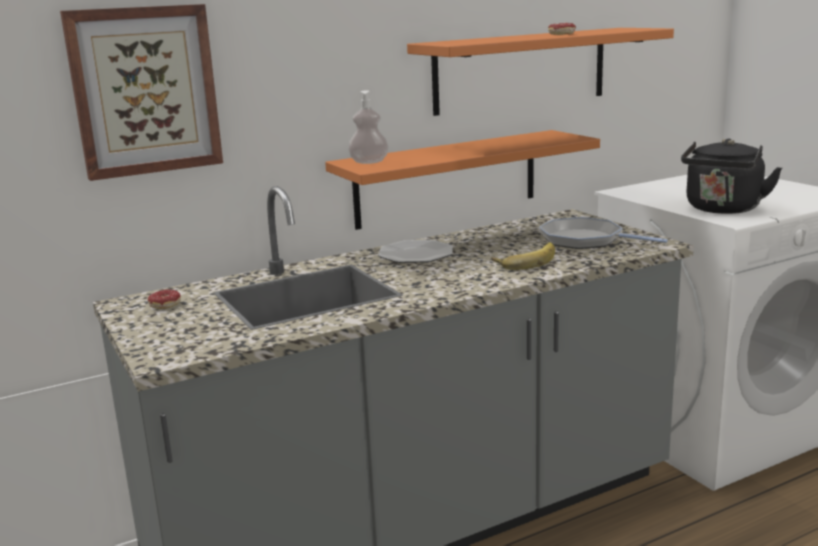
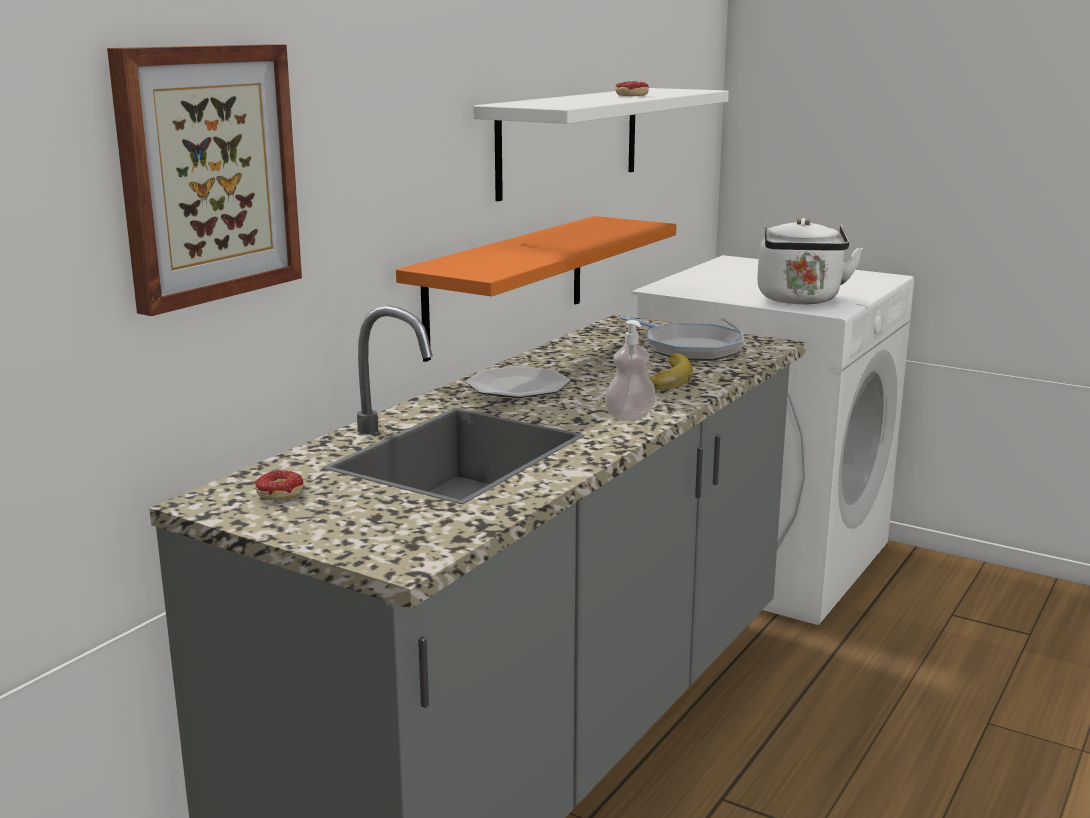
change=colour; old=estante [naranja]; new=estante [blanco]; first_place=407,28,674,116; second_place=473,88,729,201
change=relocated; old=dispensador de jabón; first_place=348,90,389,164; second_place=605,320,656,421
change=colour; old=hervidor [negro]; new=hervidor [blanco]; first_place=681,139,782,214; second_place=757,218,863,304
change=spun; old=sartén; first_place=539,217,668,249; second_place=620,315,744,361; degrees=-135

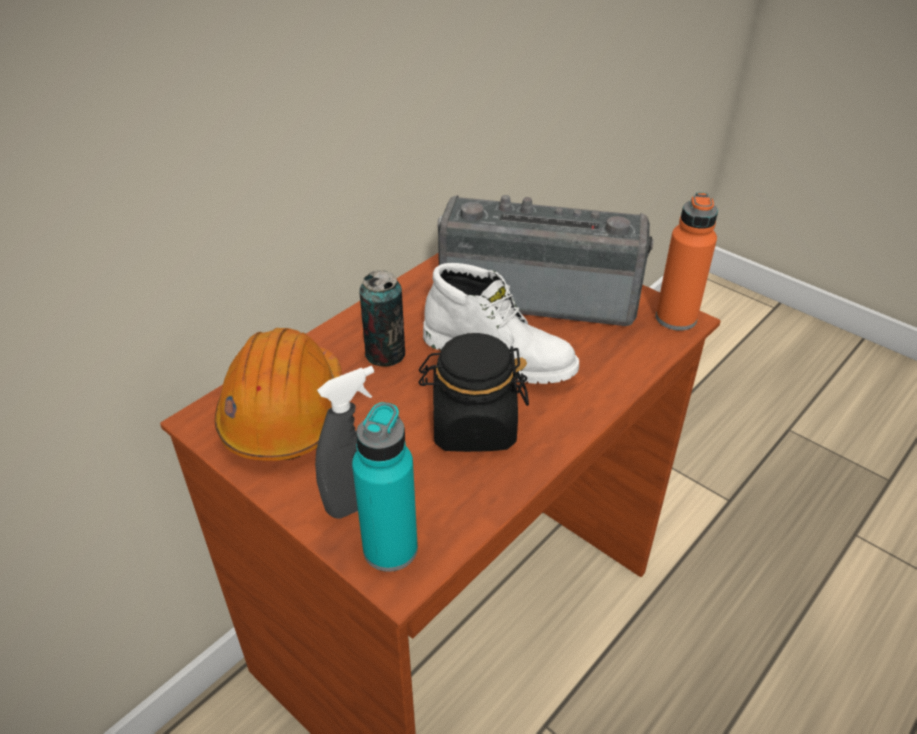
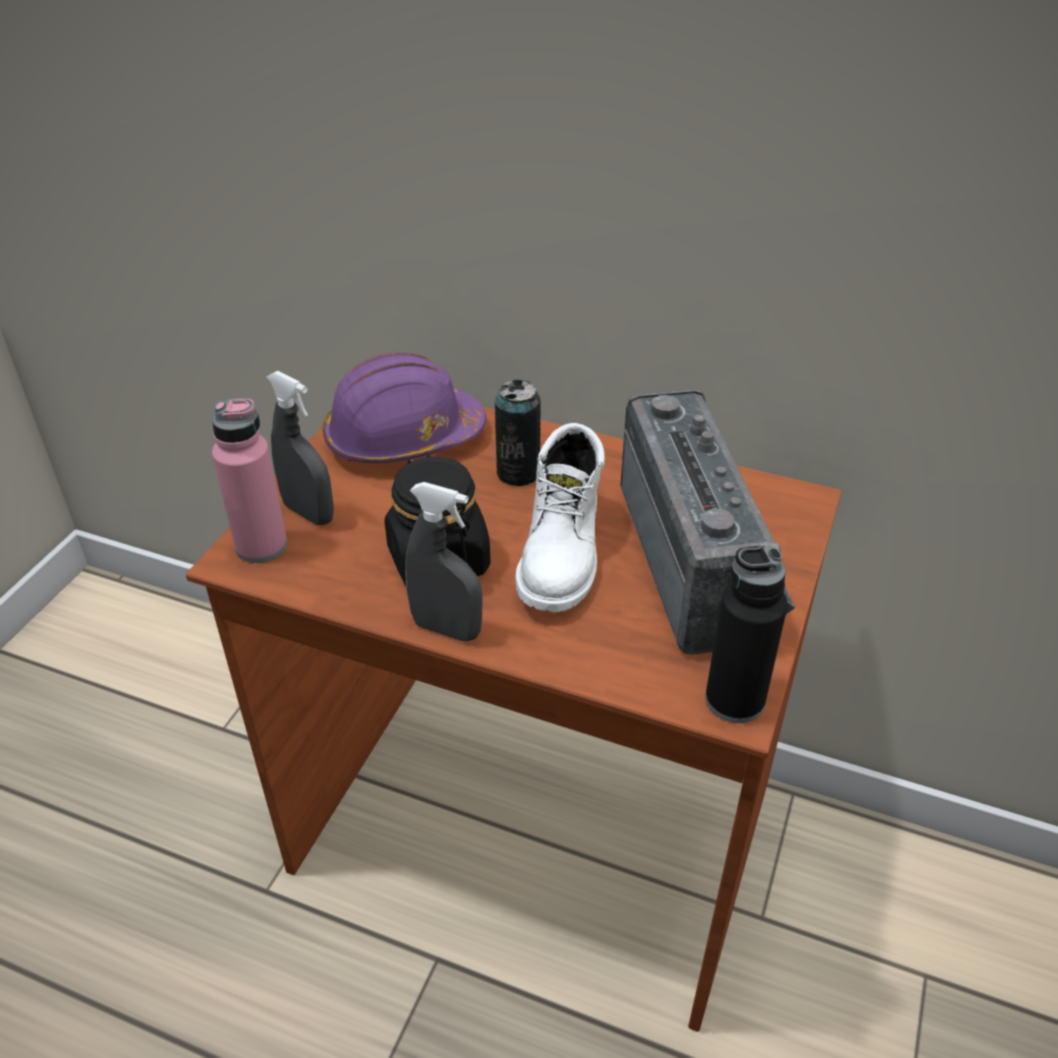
change=colour; old=botella [naranja]; new=botella [negro]; first_place=656,192,718,331; second_place=705,546,788,723
change=colour; old=casco [naranja]; new=casco [morado]; first_place=214,328,342,461; second_place=323,352,486,463
change=colour; old=botella [turquesa]; new=botella [rosa]; first_place=352,402,418,572; second_place=212,399,287,563
change=appeared; new=pulverizador [gris]; second_place=405,482,482,642

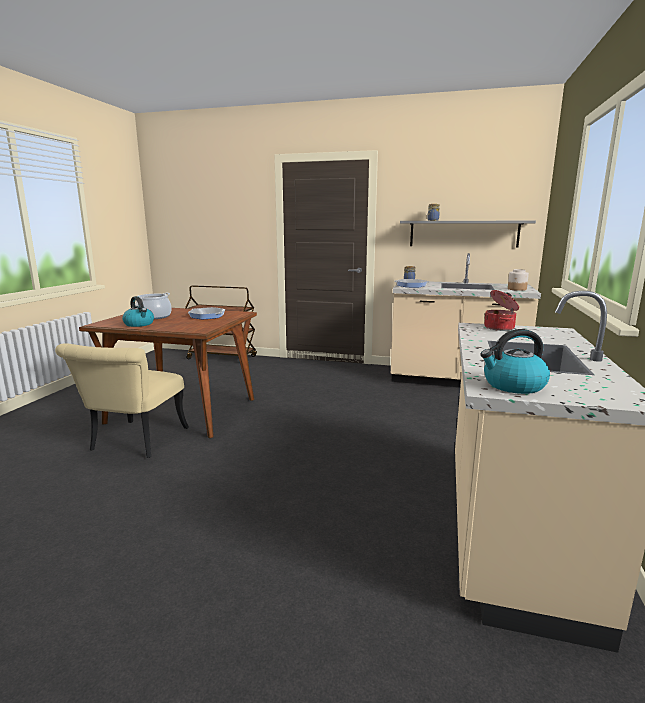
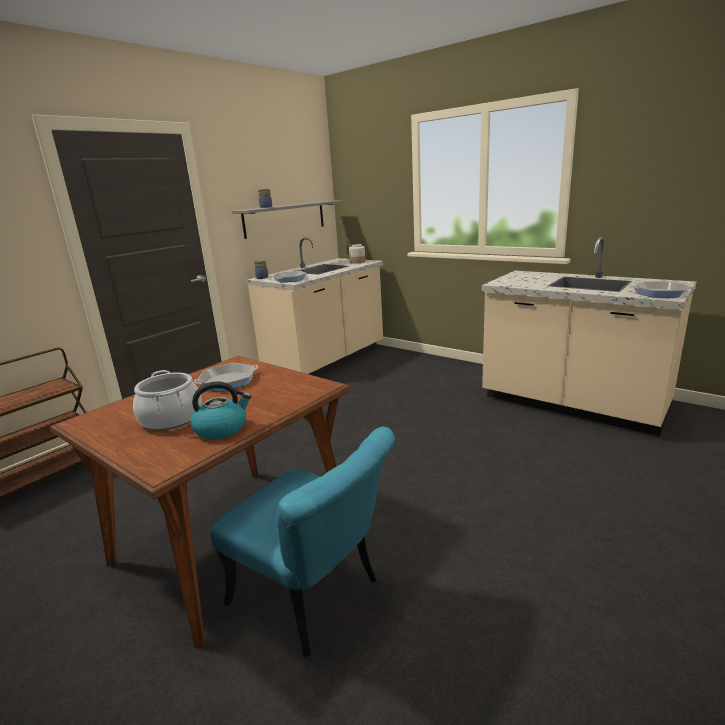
change=missing; old=olla; first_place=484,290,519,331
change=exchanged; old=hervidor; new=sartén; first_place=481,329,550,394; second_place=631,281,692,298
change=colour; old=silla [beis]; new=silla [turquesa]; first_place=55,343,189,458; second_place=210,427,395,657

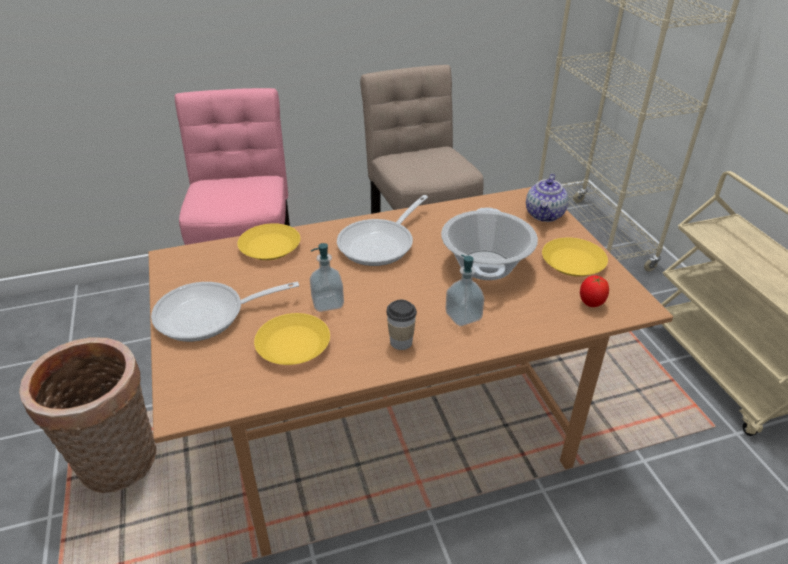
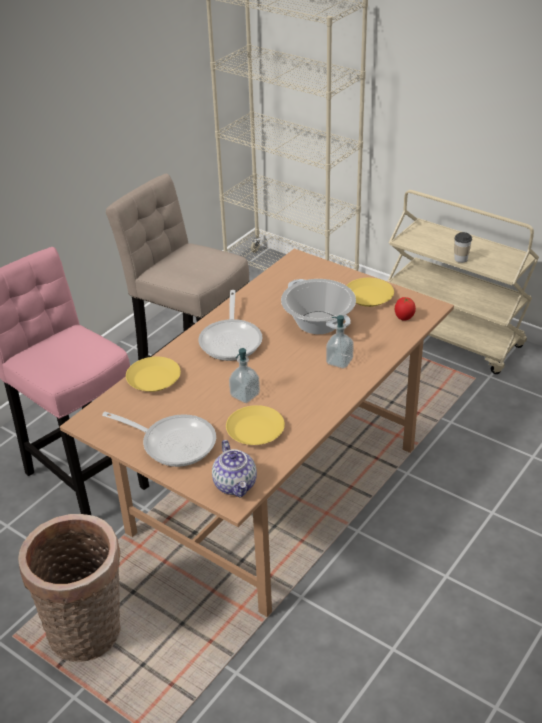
change=relocated; old=tetera; first_place=526,174,568,222; second_place=212,440,257,498
change=spun; old=sartén; first_place=151,281,299,342; second_place=102,412,216,467; degrees=-105
change=relocated; old=taza; first_place=386,300,417,350; second_place=454,232,472,263

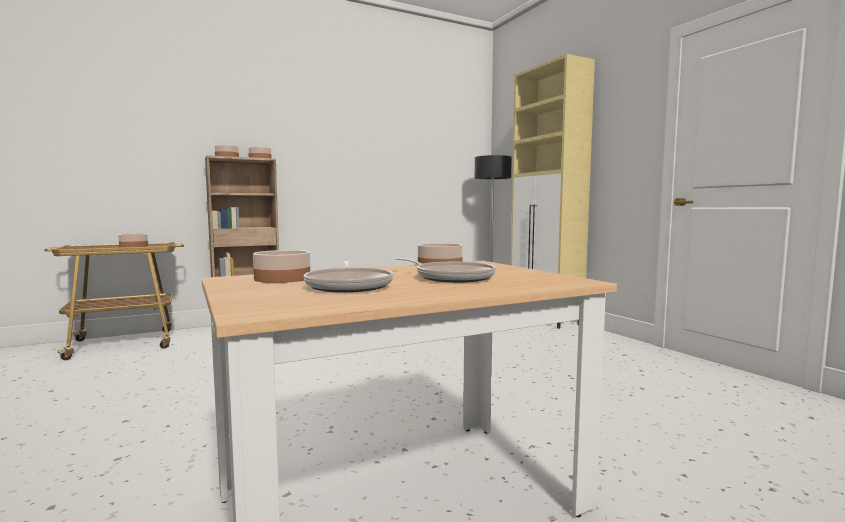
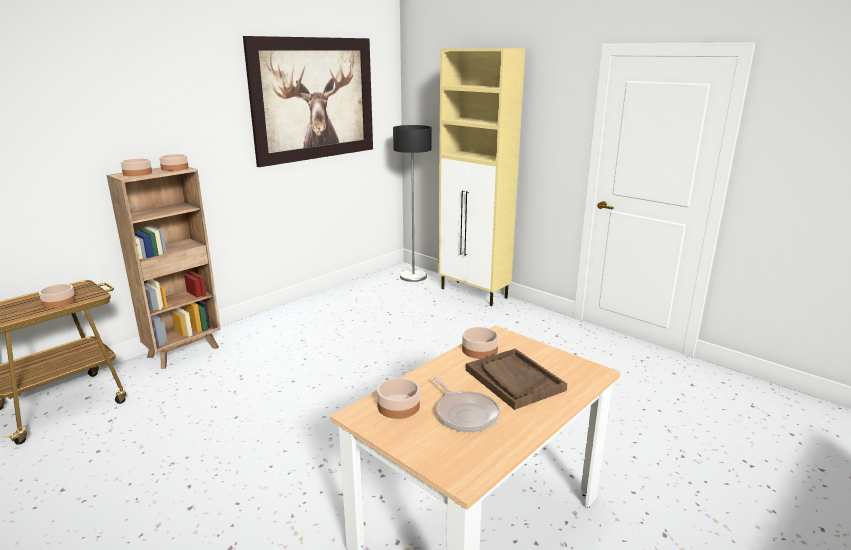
change=exchanged; old=sartén; new=bandeja [marrón]; first_place=396,258,496,283; second_place=466,349,567,410
change=appeared; new=cuadro; second_place=243,36,373,167

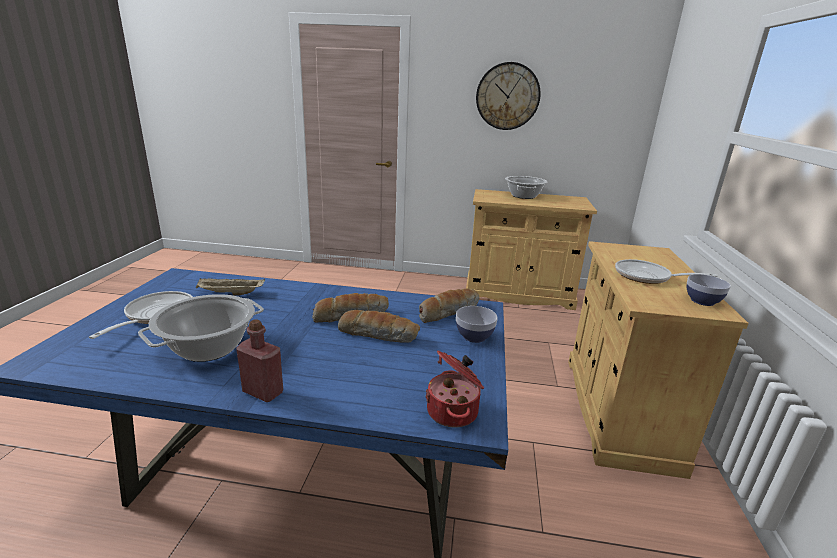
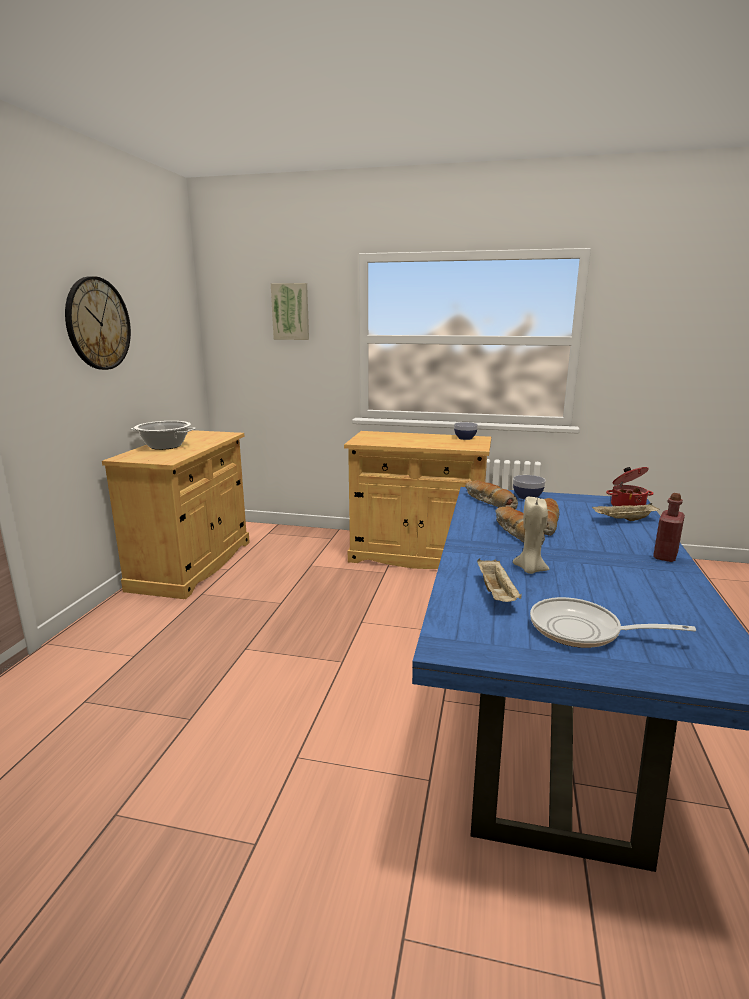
change=missing; old=sartén; first_place=615,259,718,284
change=missing; old=olla; first_place=138,294,264,362
change=appeared; new=cuadro; second_place=271,283,309,340
change=appeared; new=vela [beis]; second_place=513,496,550,574
change=appeared; new=bandeja [beis]; second_place=592,503,659,521

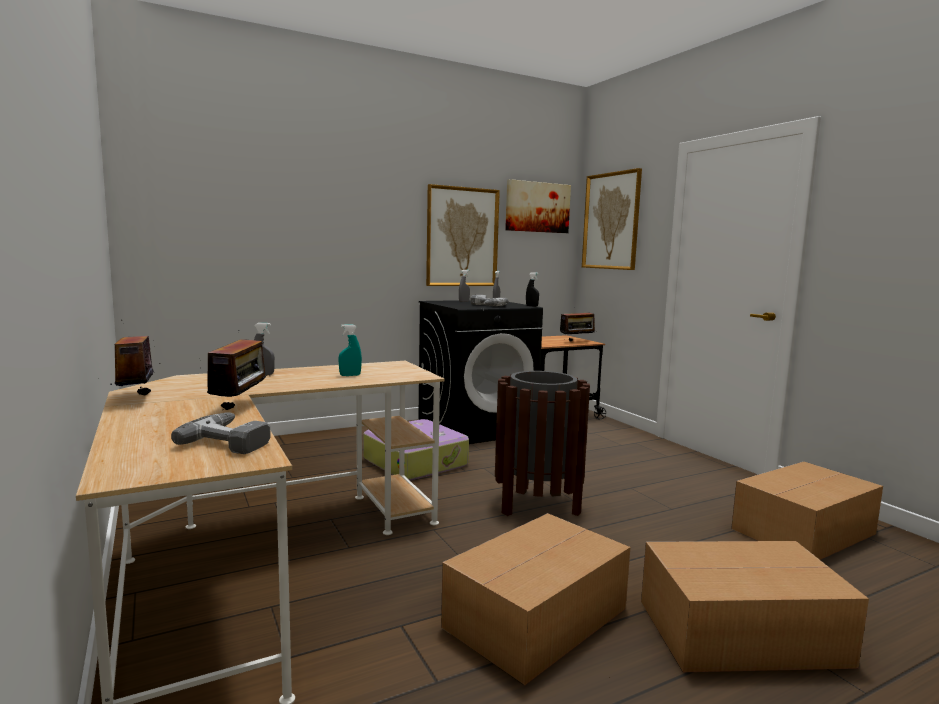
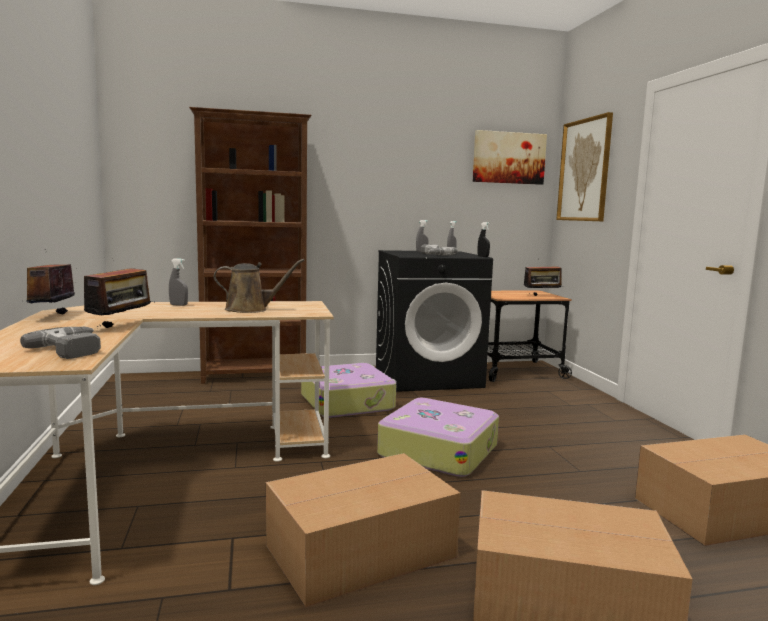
change=missing; old=cuadro; first_place=426,184,500,286
change=exchanged; old=pulverizador [turquesa]; new=regadera [marrón]; first_place=338,324,362,376; second_place=213,259,304,313
change=exchanged; old=papelera [marrón]; new=maleta; first_place=495,371,590,516; second_place=377,398,499,477
change=appeared; new=estantería [marrón]; second_place=189,107,311,384

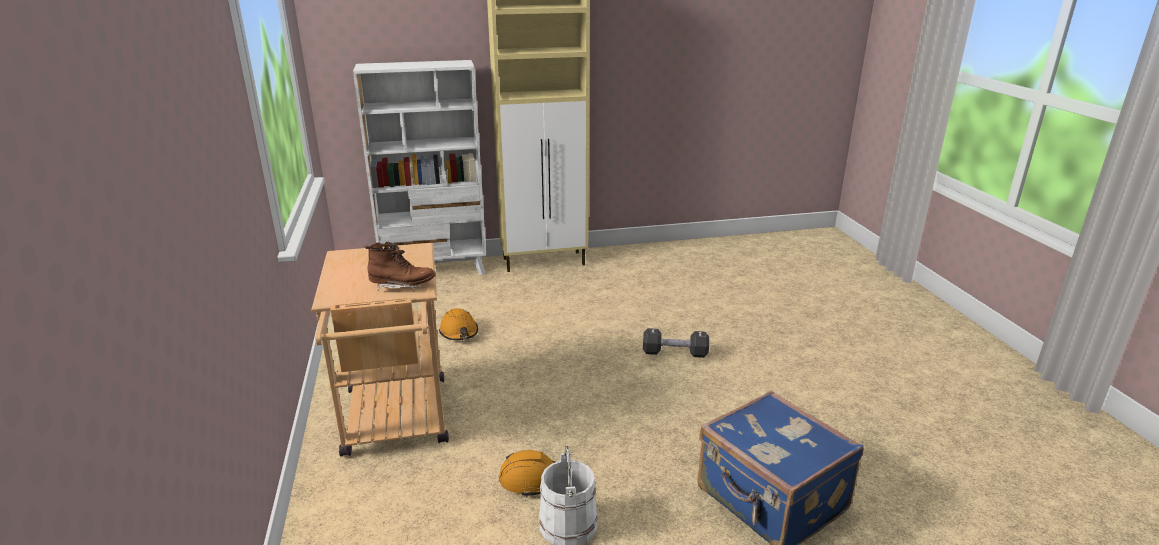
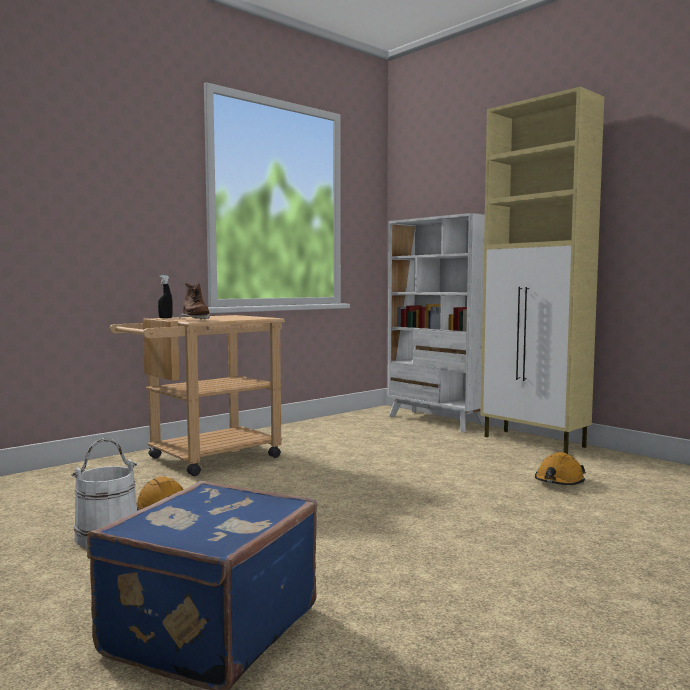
change=relocated; old=casco [naranja]; first_place=439,308,478,340; second_place=535,452,586,485
change=missing; old=mancuerna [negro]; first_place=643,328,709,358
change=appeared; new=pulverizador [negro]; second_place=158,275,173,318

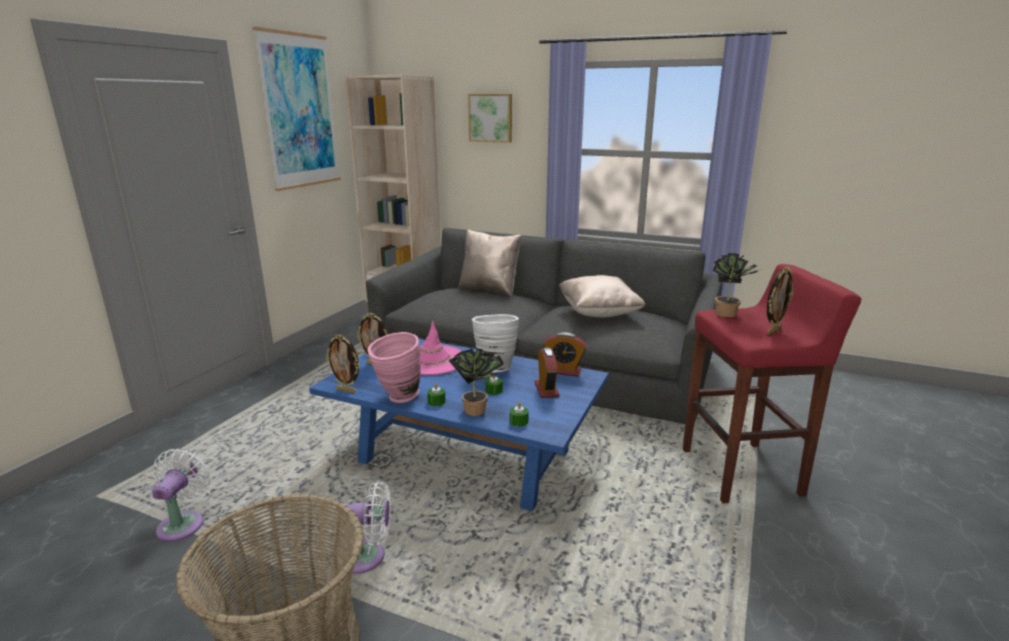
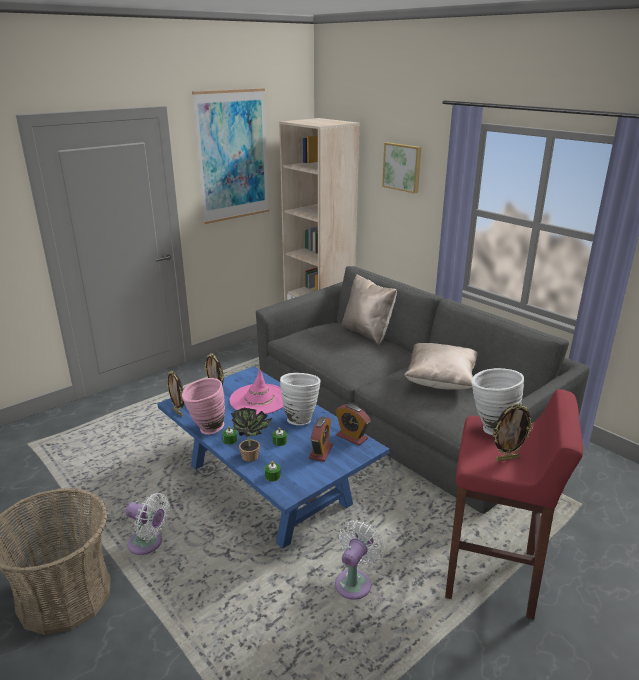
change=exchanged; old=planta en maceta; new=florero [blanco]; first_place=713,253,759,317; second_place=471,368,524,435
change=relocated; old=ventilador [blanco]; first_place=152,449,210,542; second_place=335,520,385,600

